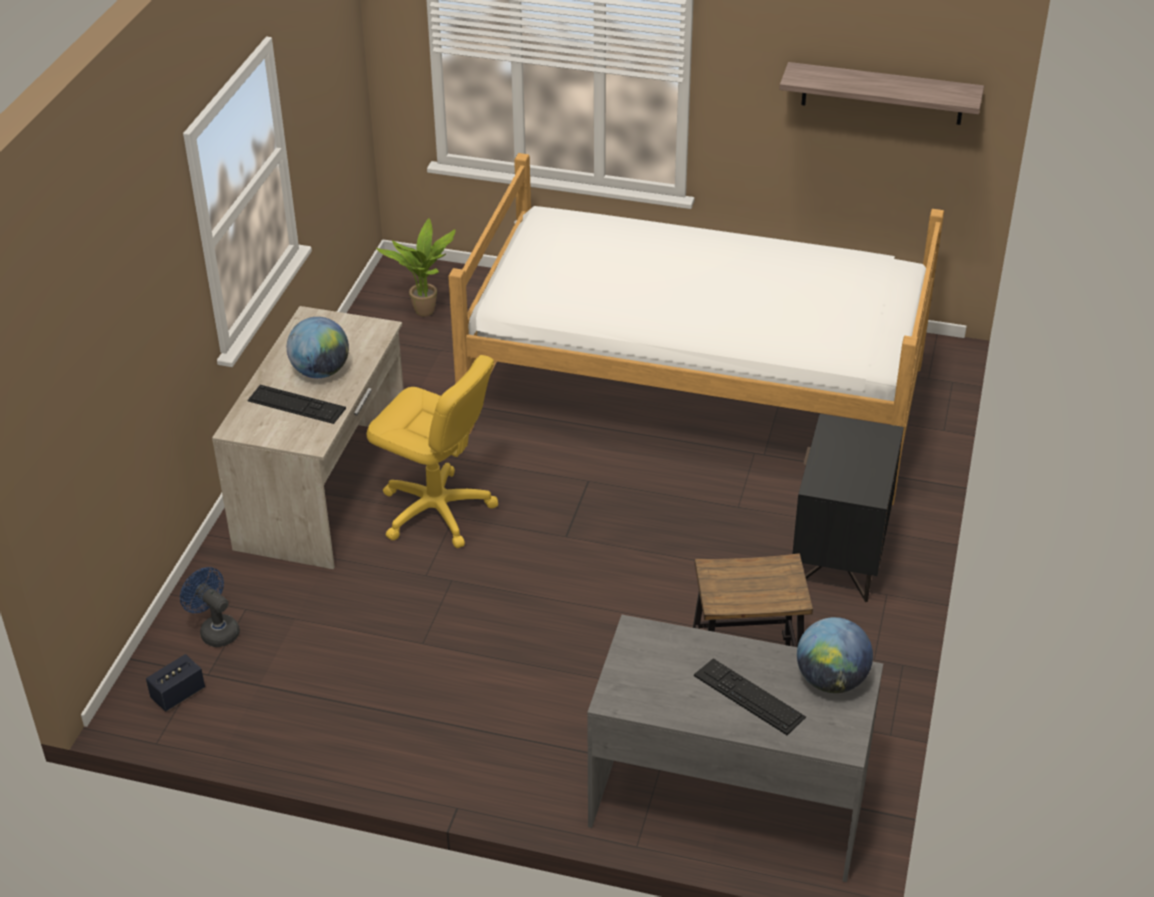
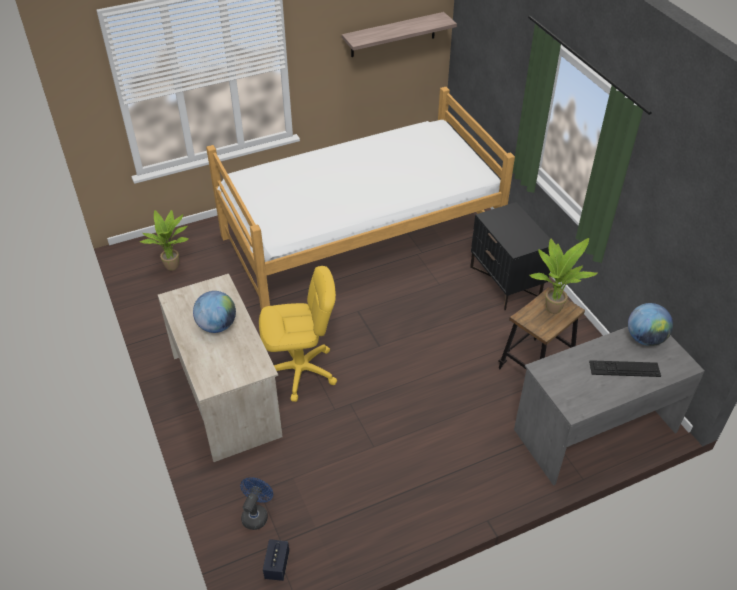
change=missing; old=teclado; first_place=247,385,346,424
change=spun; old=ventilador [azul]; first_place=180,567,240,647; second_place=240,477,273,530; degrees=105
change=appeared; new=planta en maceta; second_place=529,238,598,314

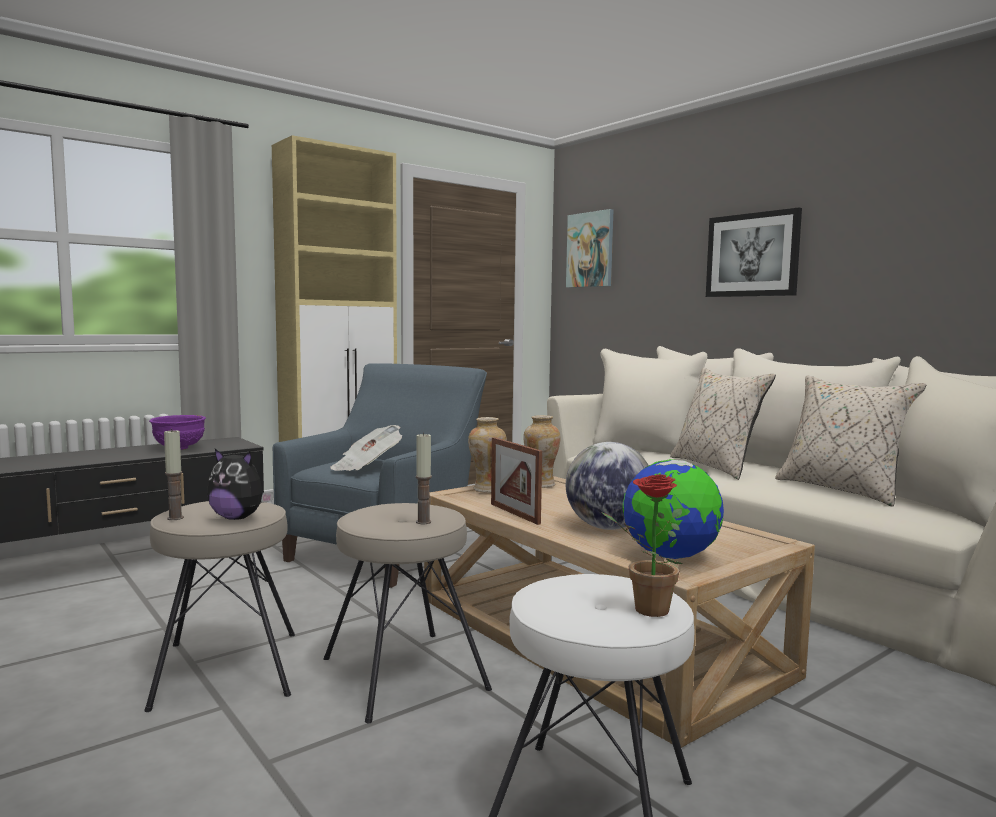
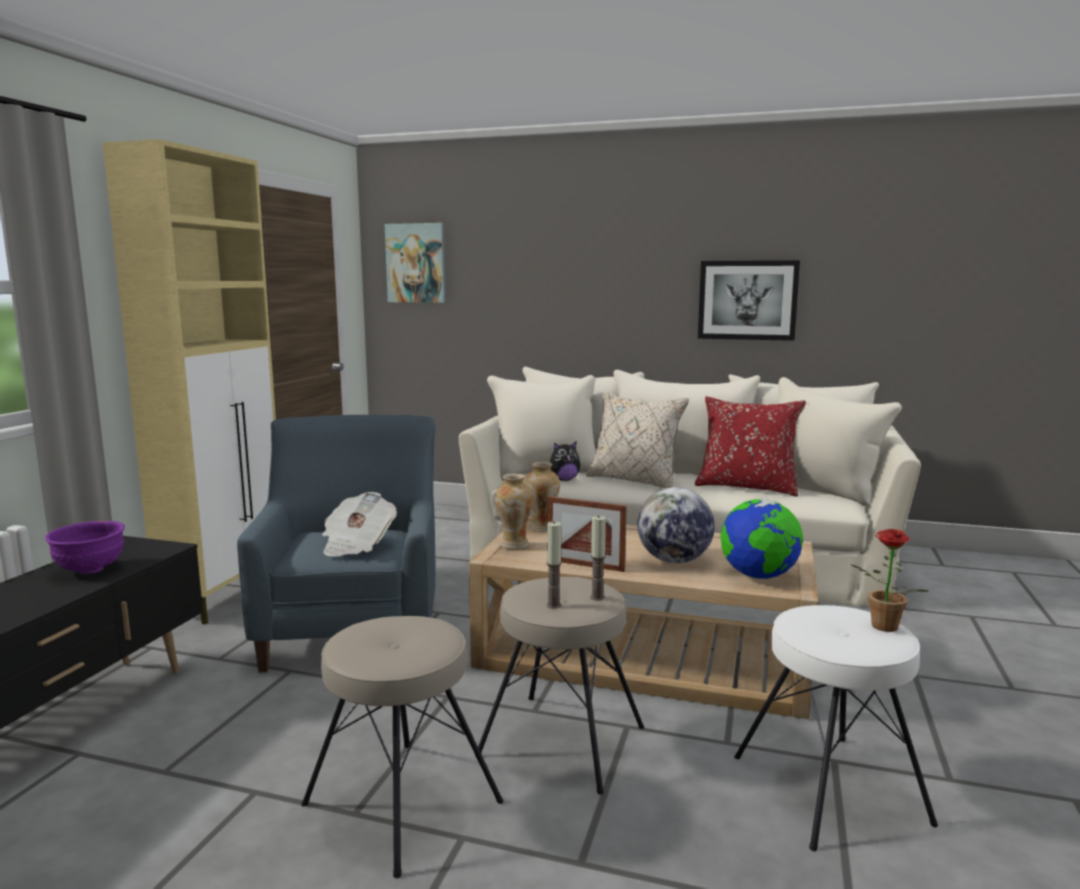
change=relocated; old=cuadro; first_place=706,208,802,297; second_place=698,260,800,341
change=colour; old=cojín [beis]; new=cojín [rojo]; first_place=775,375,926,507; second_place=695,396,806,497
change=relocated; old=vela; first_place=164,429,184,520; second_place=546,522,562,609
change=relocated; old=peluche; first_place=207,449,273,520; second_place=550,442,580,481

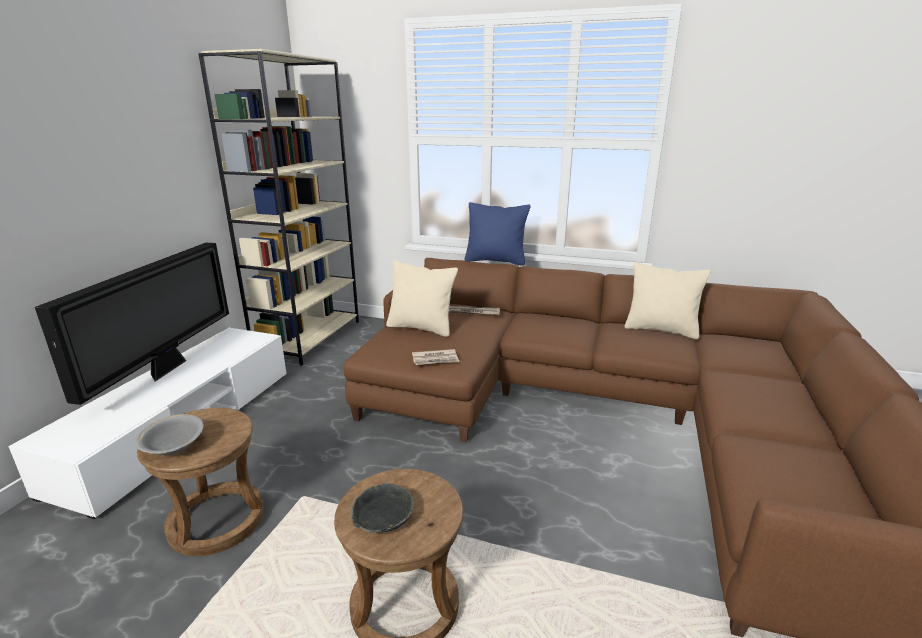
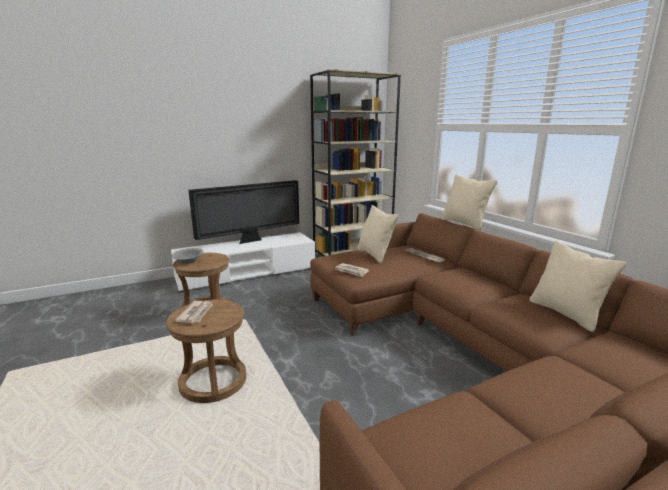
change=colour; old=cojín [azul]; new=cojín [beis]; first_place=464,202,531,266; second_place=441,174,498,230
change=exchanged; old=cuenco [gris]; new=periódico; first_place=351,483,414,533; second_place=175,301,213,323

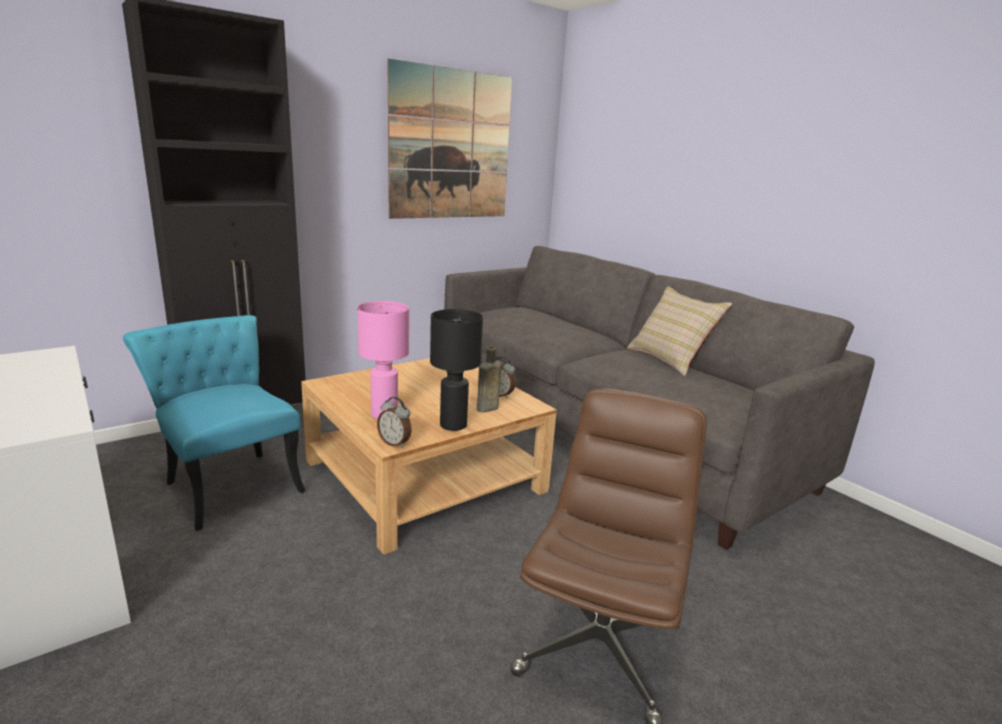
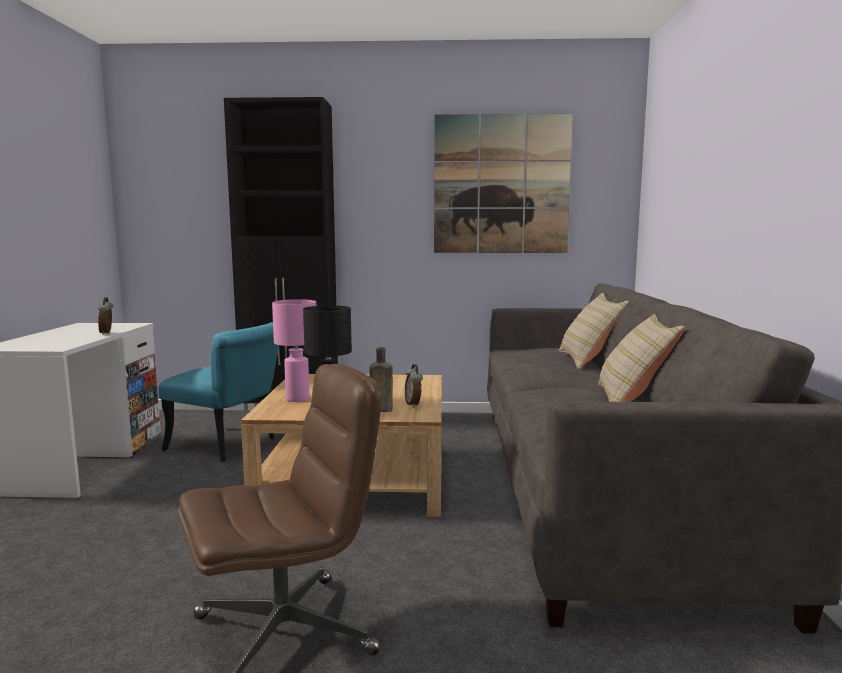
change=spun; old=silla [turquesa]; first_place=123,315,305,531; second_place=159,322,279,462; degrees=120
change=relocated; old=despertador; first_place=377,397,412,448; second_place=98,297,113,335
change=appeared; new=cojín [beis]; second_place=559,293,629,369

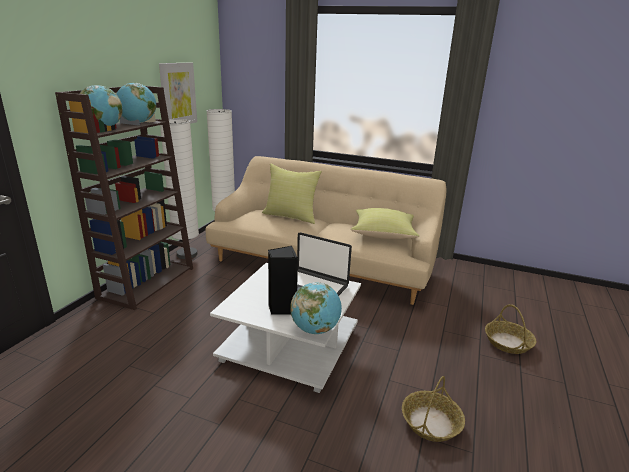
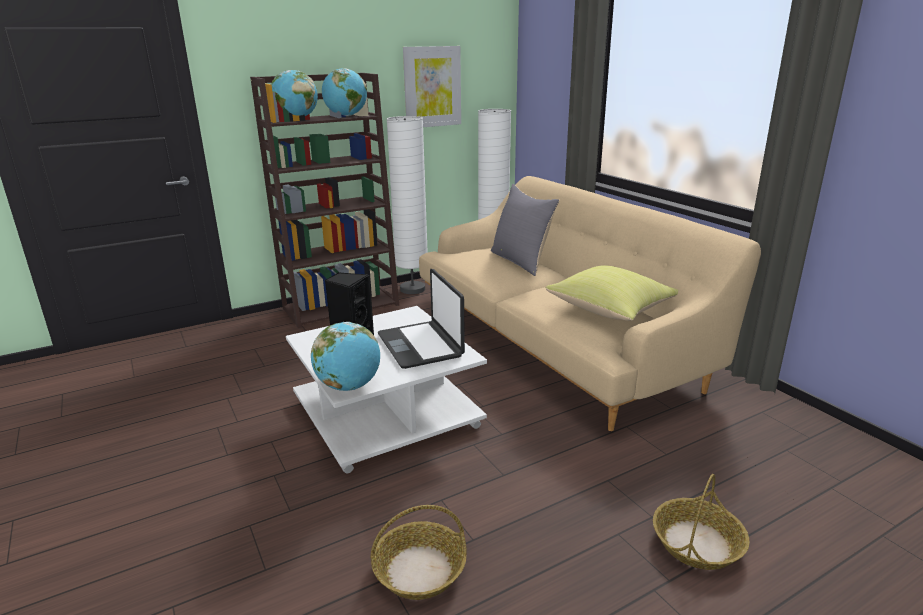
change=colour; old=cojín [amarillo]; new=cojín [gris]; first_place=262,164,322,224; second_place=491,184,560,276

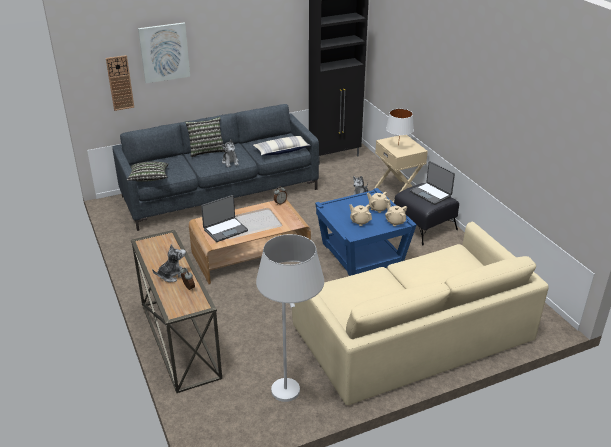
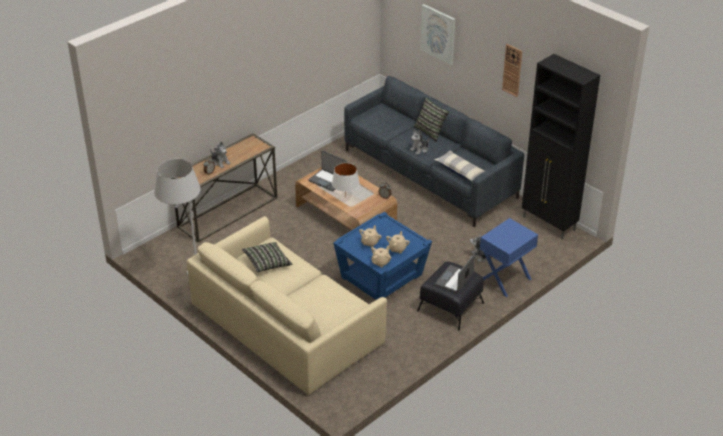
change=relocated; old=reloj de pared; first_place=106,55,135,111; second_place=502,44,522,97
change=relocated; old=lámpara de mesa [blanco]; first_place=386,109,414,146; second_place=332,163,360,191
change=colour; old=mesita de noche [beis]; new=mesita de noche [azul]; first_place=374,135,428,203; second_place=480,218,538,297
change=relocated; old=cojín; first_place=127,162,169,182; second_place=242,242,292,272

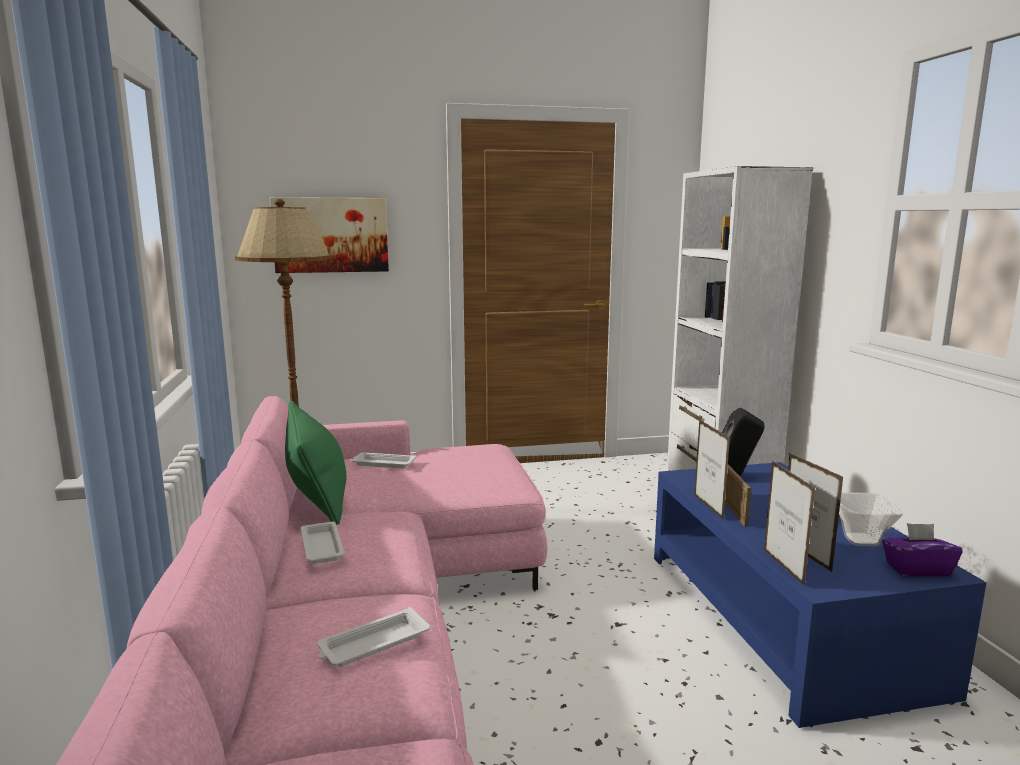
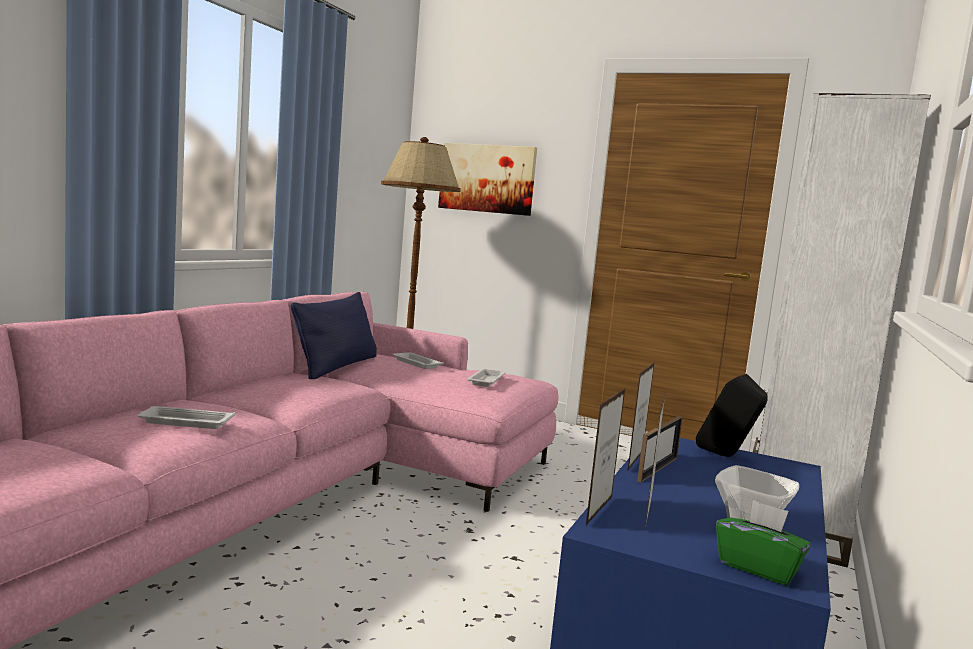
change=colour; old=cojín [verde]; new=cojín [azul]; first_place=285,401,346,525; second_place=291,292,377,379
change=relocated; old=bandeja [blanco]; first_place=301,522,345,564; second_place=467,369,506,387
change=colour; old=caja de pañuelos [morado]; new=caja de pañuelos [verde]; first_place=882,523,963,577; second_place=716,500,811,585

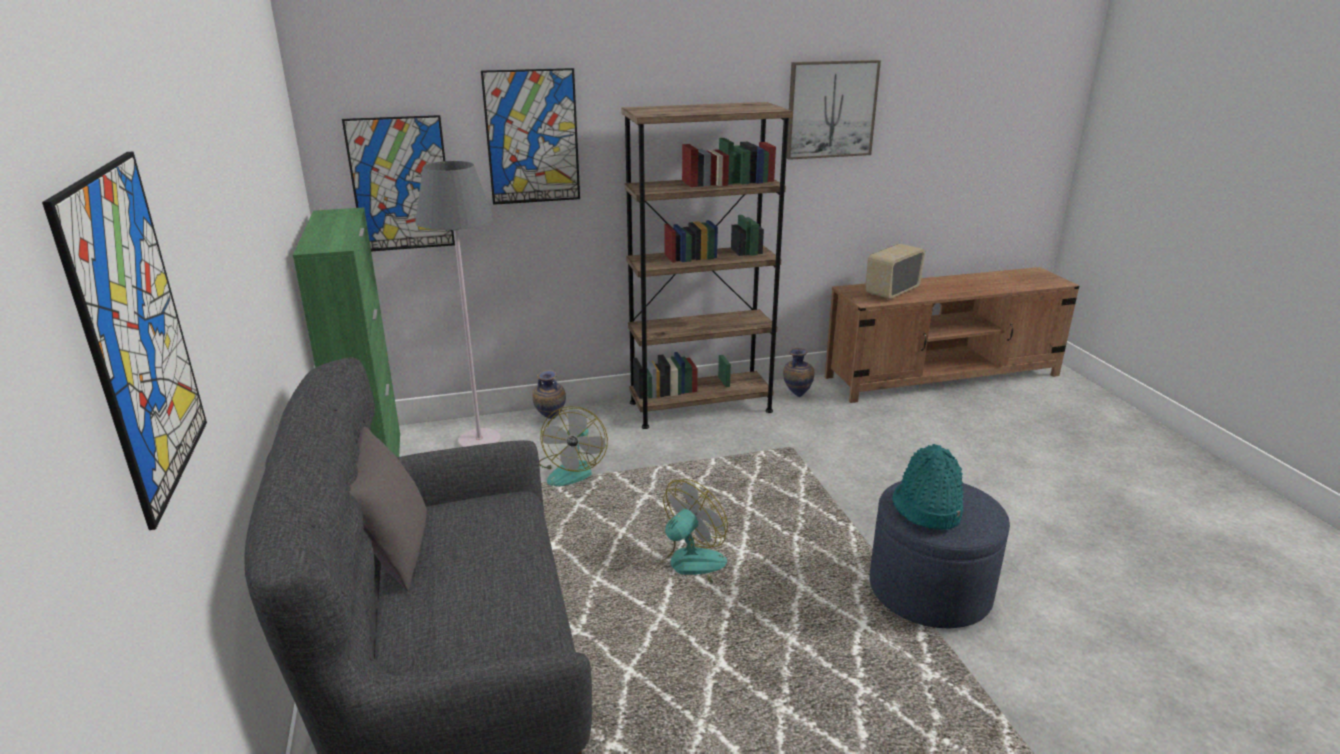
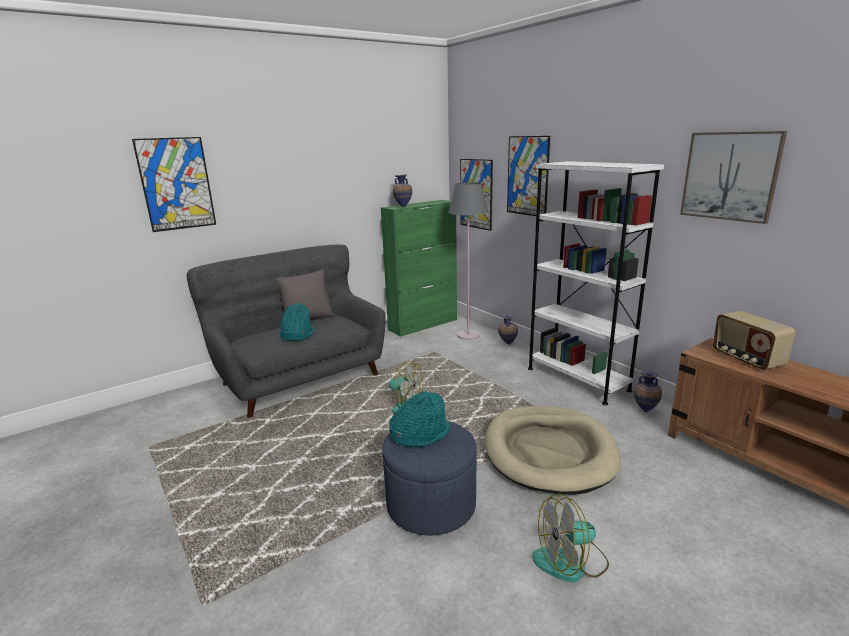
change=colour; old=estantería [marrón]; new=estantería [blanco]; first_place=621,102,793,429; second_place=528,161,664,405
change=spun; old=radio; first_place=865,244,925,300; second_place=713,311,796,370; degrees=-135
change=relocated; old=ventilador; first_place=539,406,608,486; second_place=532,493,609,582
change=appeared; new=florero; second_place=393,174,412,207
change=appeared; new=sombrero [turquesa]; second_place=280,303,314,341
change=appeared; new=cama para perro [beis]; second_place=485,406,621,495

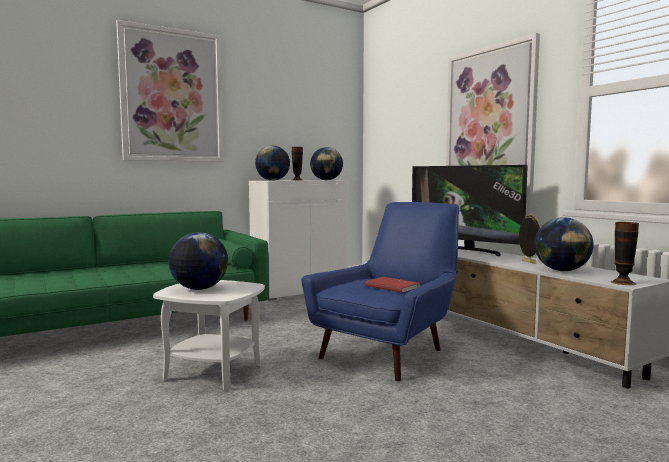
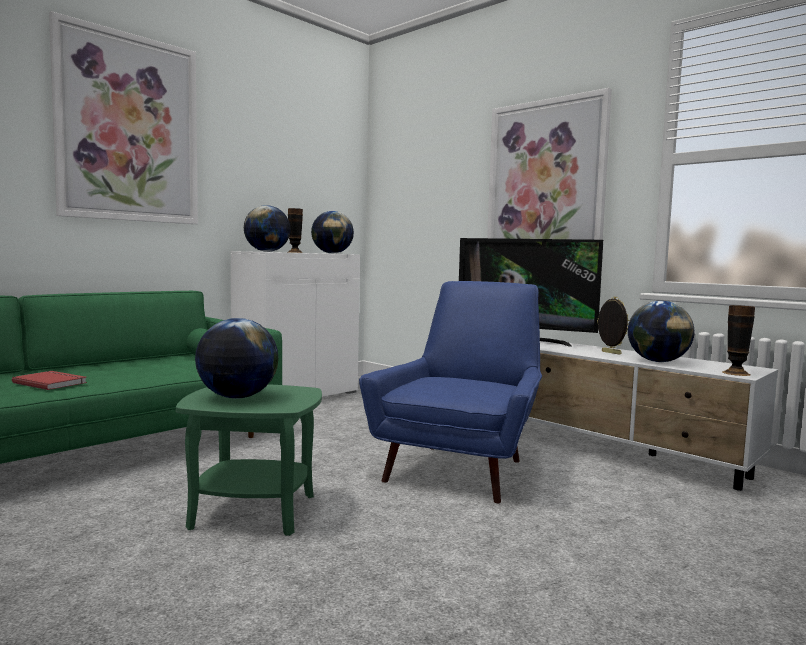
change=relocated; old=libro [rojo]; first_place=365,277,420,293; second_place=12,371,87,390
change=colour; old=mesa auxiliar [blanco]; new=mesa auxiliar [verde]; first_place=153,280,265,391; second_place=176,384,322,536

